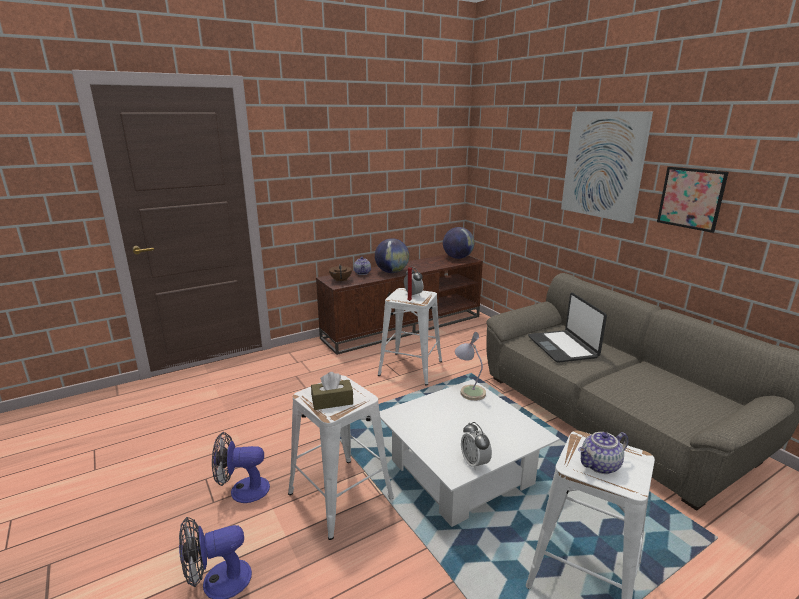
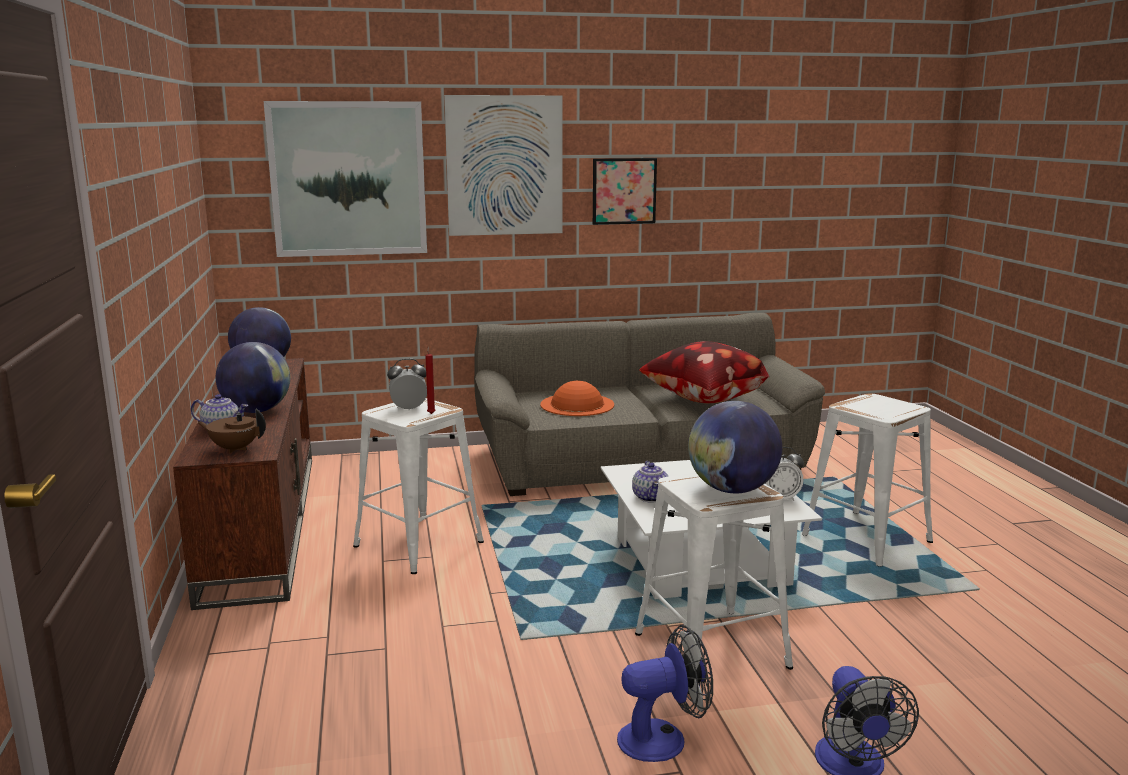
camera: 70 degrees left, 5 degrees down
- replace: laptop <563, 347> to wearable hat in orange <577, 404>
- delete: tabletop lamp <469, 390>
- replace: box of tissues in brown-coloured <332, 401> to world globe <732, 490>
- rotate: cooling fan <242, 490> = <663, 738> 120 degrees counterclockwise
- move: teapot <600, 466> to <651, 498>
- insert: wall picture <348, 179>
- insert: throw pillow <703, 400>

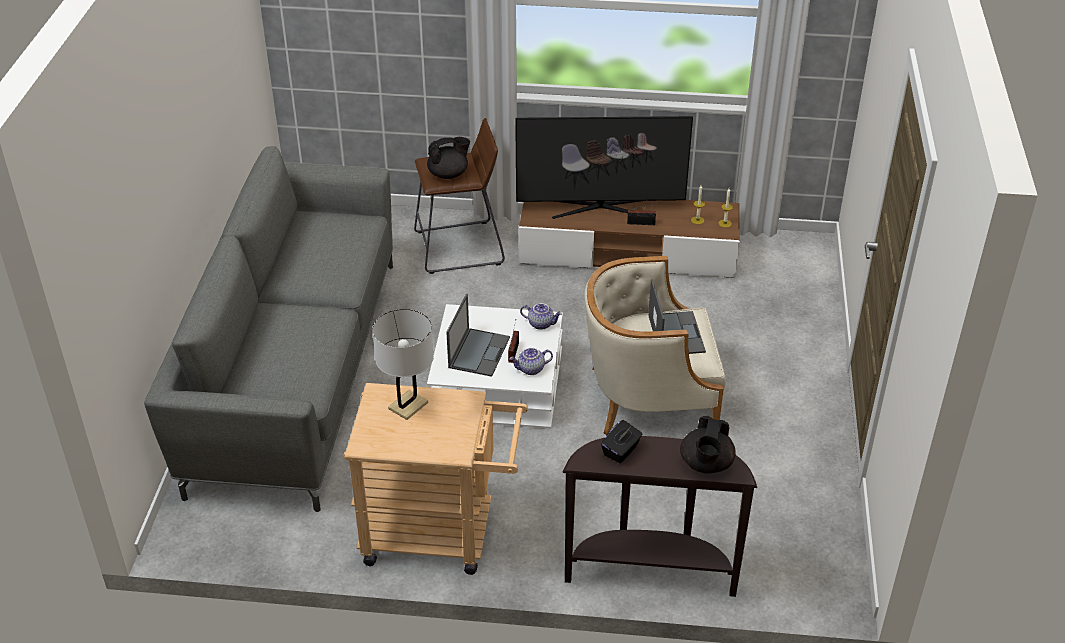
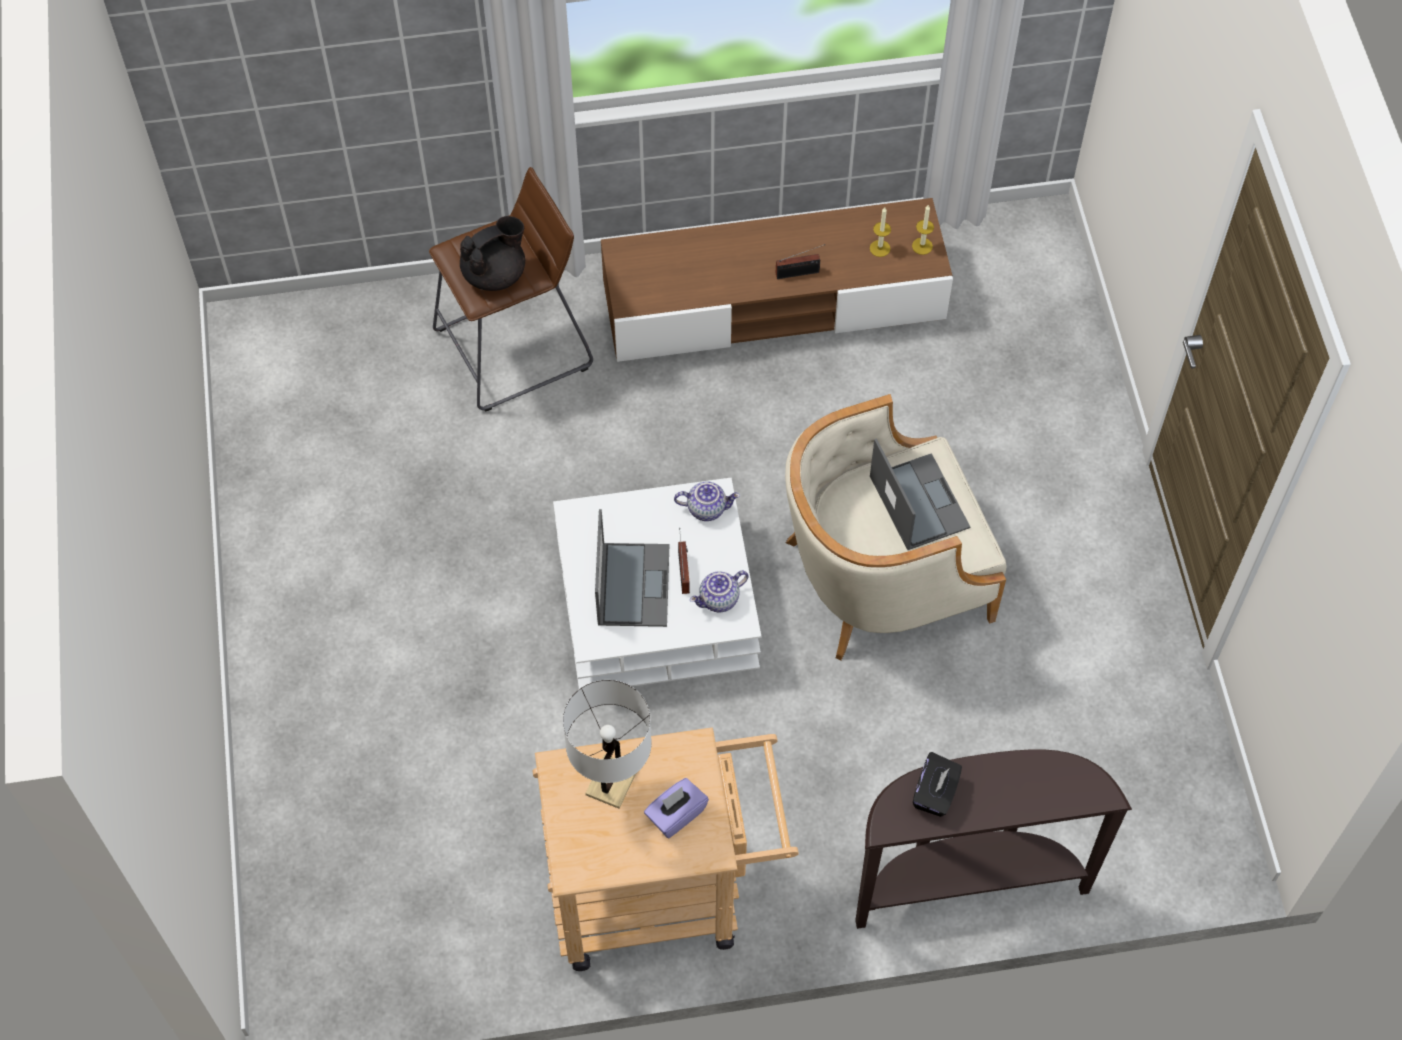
camera: 15 degrees left, 20 degrees up
- delete: TV set <600, 208>
- delete: settee in grey <294, 371>
- delete: teapot in black <706, 464>
- insert: box of tissues in purplish <676, 815>

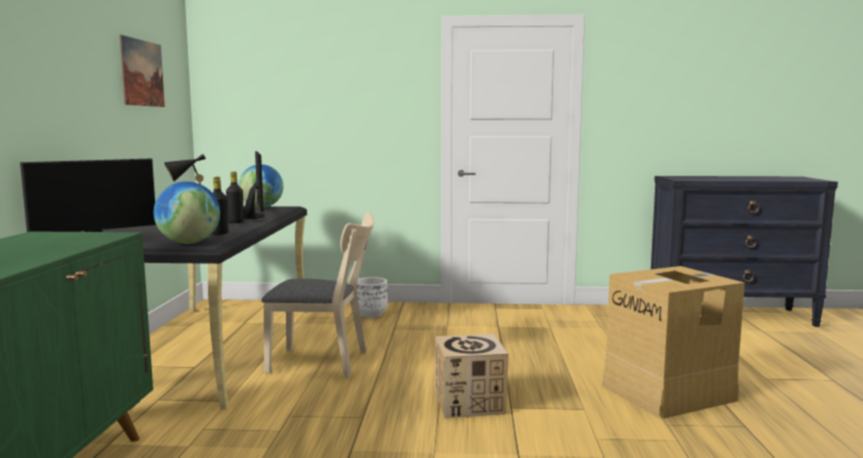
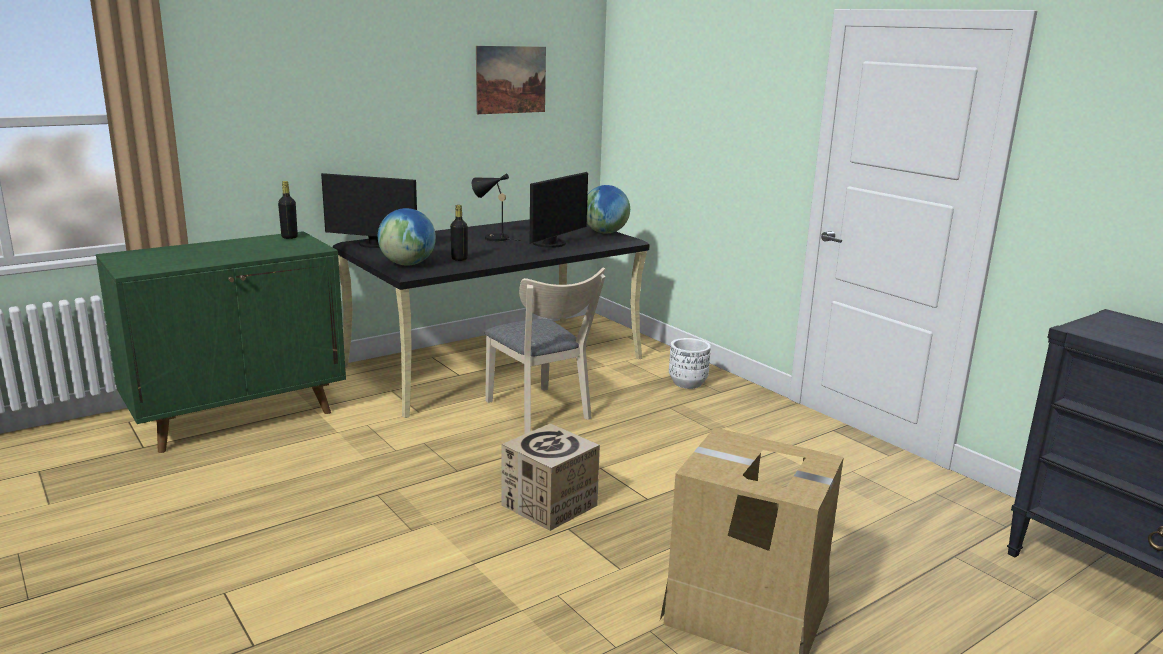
camera: 50 degrees right, 10 degrees up
- move: drink bottle in black <235, 222> to <289, 237>

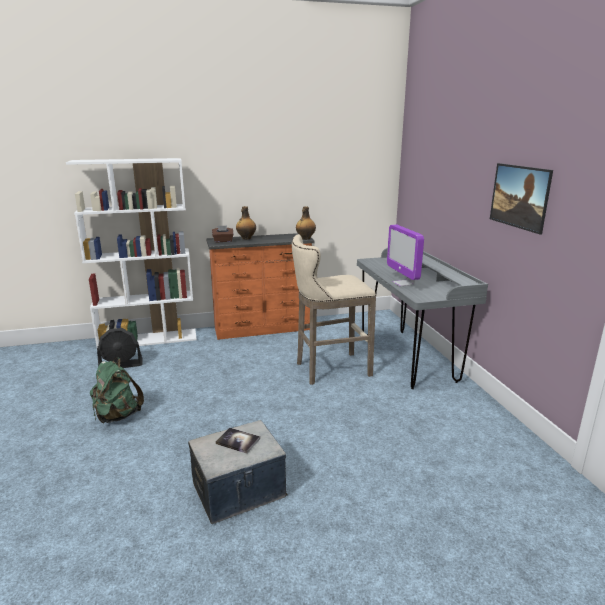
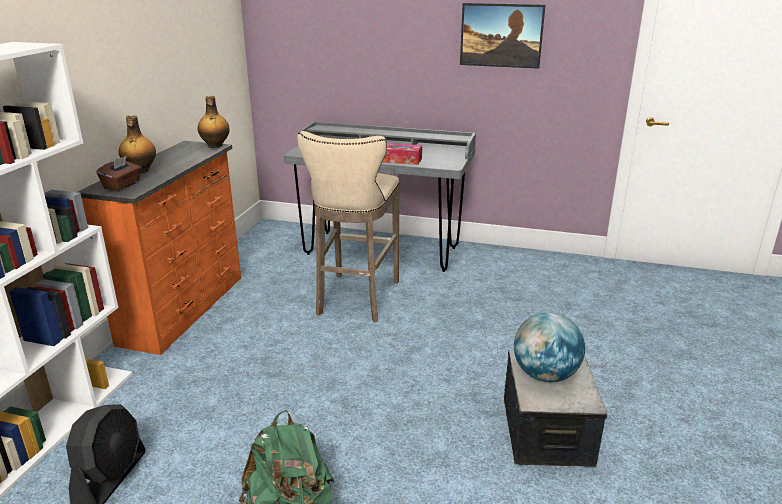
camera: 60 degrees left, 5 degrees up
- replace: monitor <403, 283> to box of tissues <400, 160>
- replace: volume <238, 441> to world globe <545, 375>

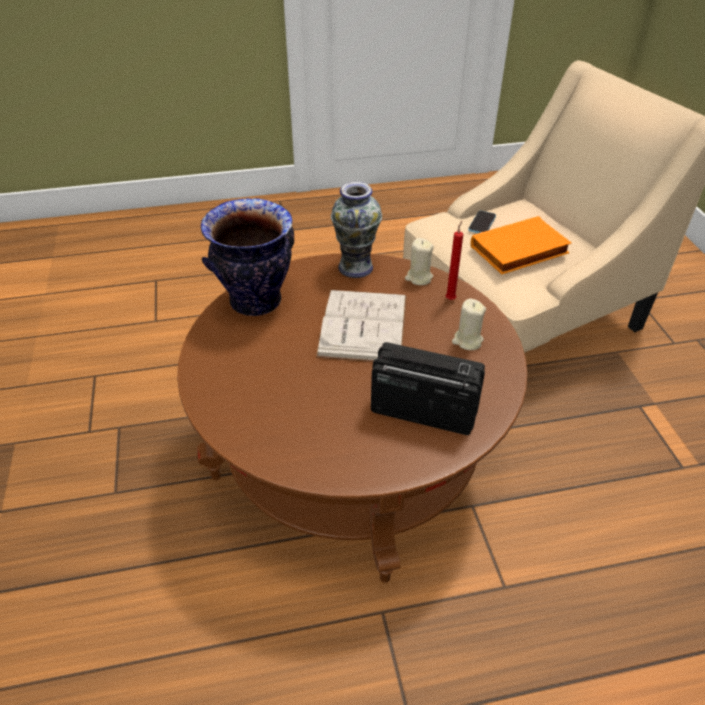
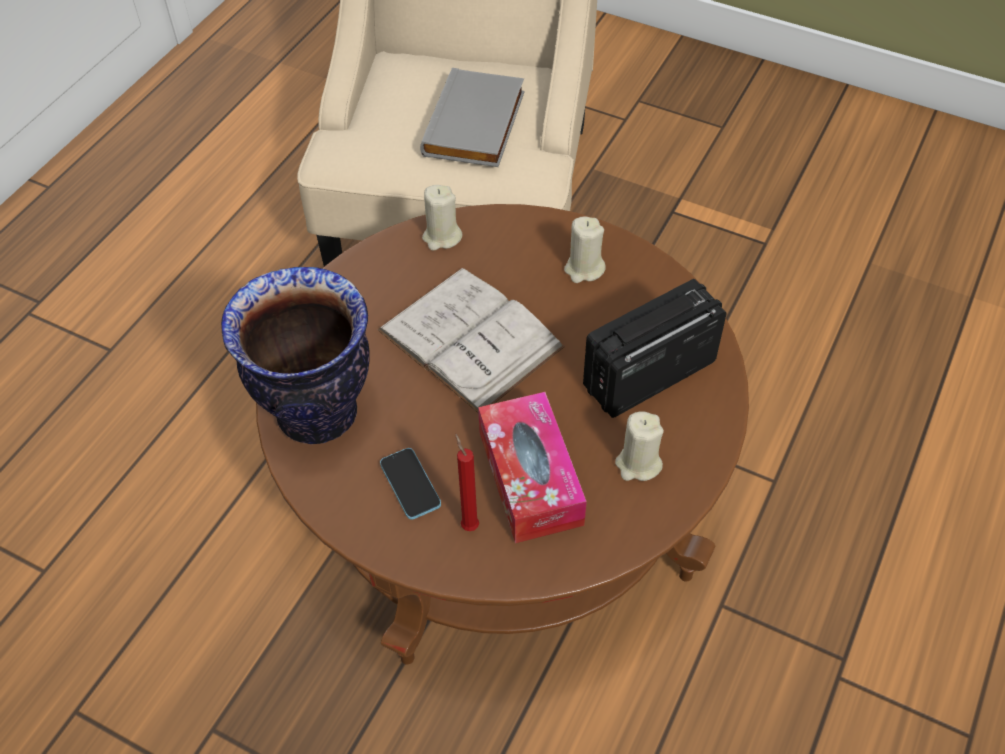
camera: 50 degrees left, 10 degrees up
- delete: decorative vase <355, 267>
- move: handset <482, 223> to <410, 484>
- recolor: volume in orange <520, 251> to volume in grey <477, 125>
- move: candle in red <450, 298> to <468, 524>
- insert: box of tissues <530, 478>
- insert: candle in sand-coloured <638, 464>

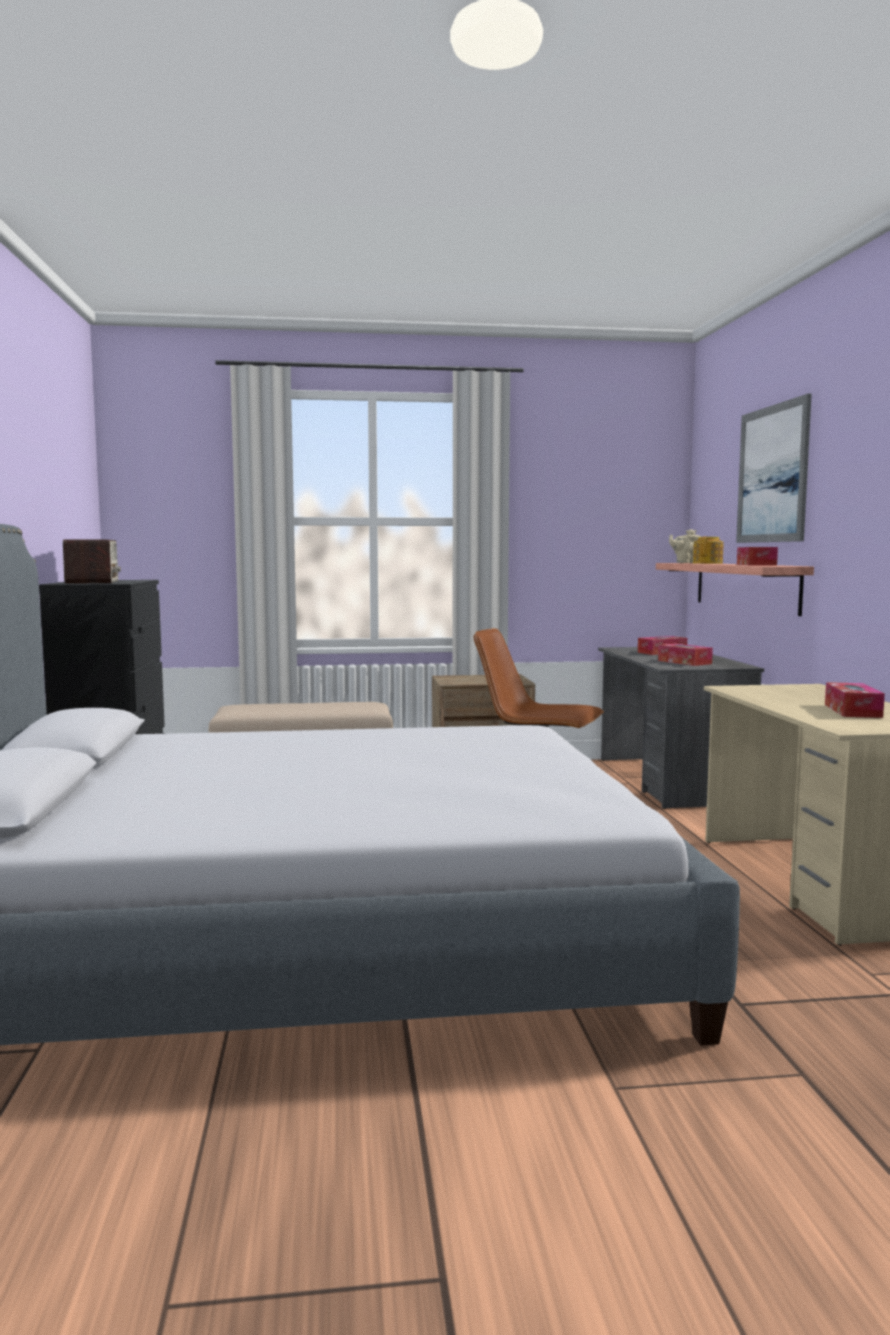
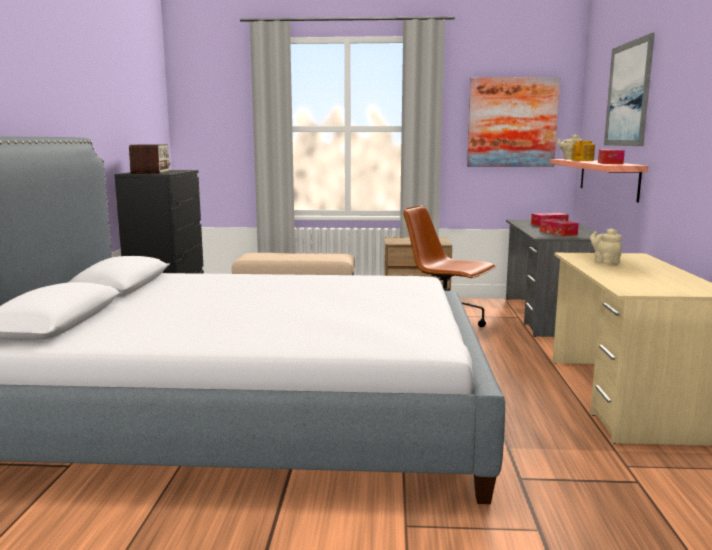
camera: 10 degrees right, 5 degrees up
- delete: box of tissues <852, 711>
- insert: wall picture <512, 122>
- insert: teapot in sand-coloured <604, 261>

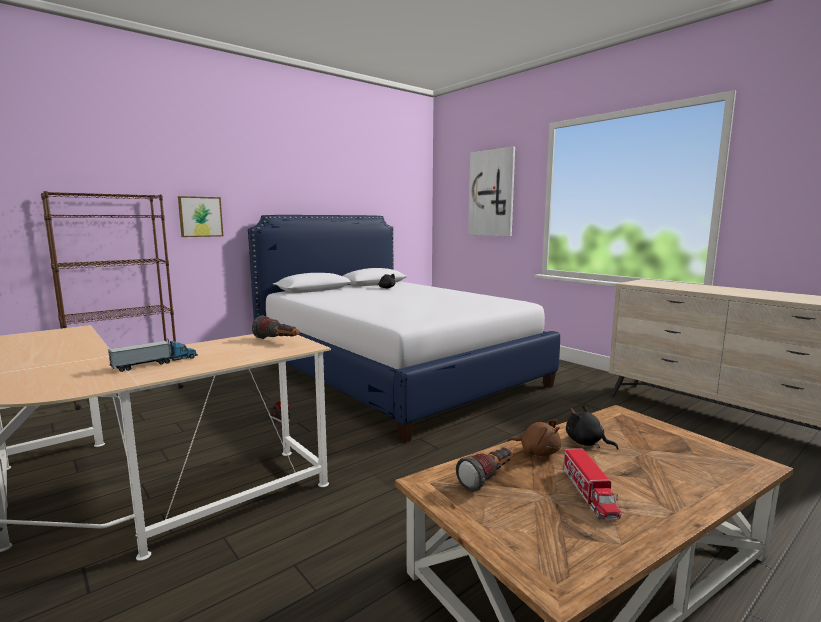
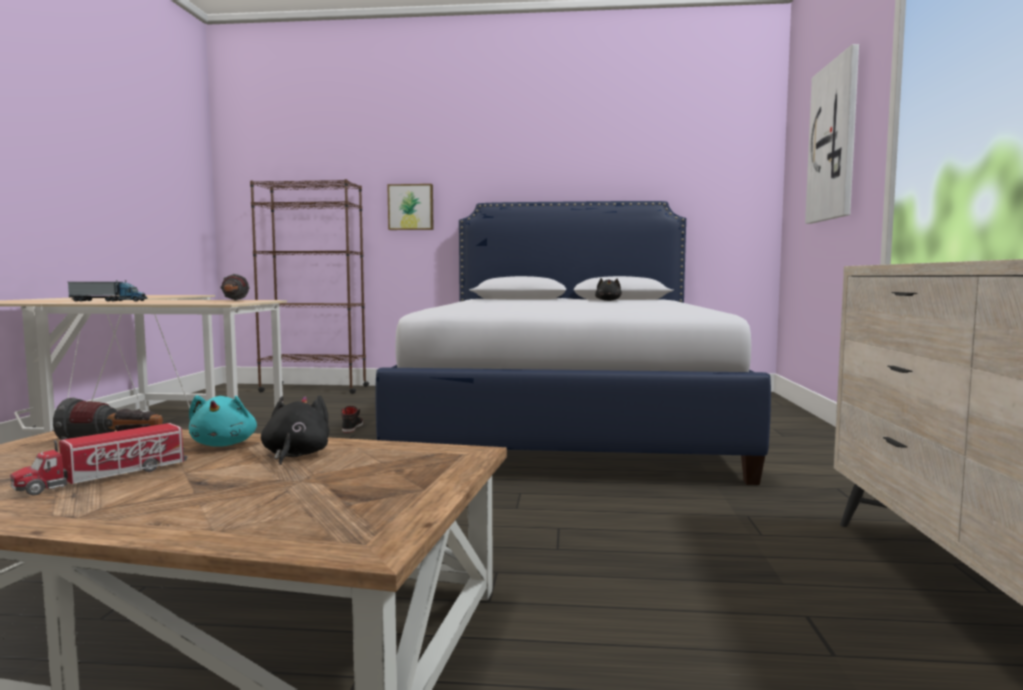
camera: 45 degrees right, 5 degrees down
- recolor: soft toy in brown-coloured <537, 452> to soft toy in turquoise <224, 444>

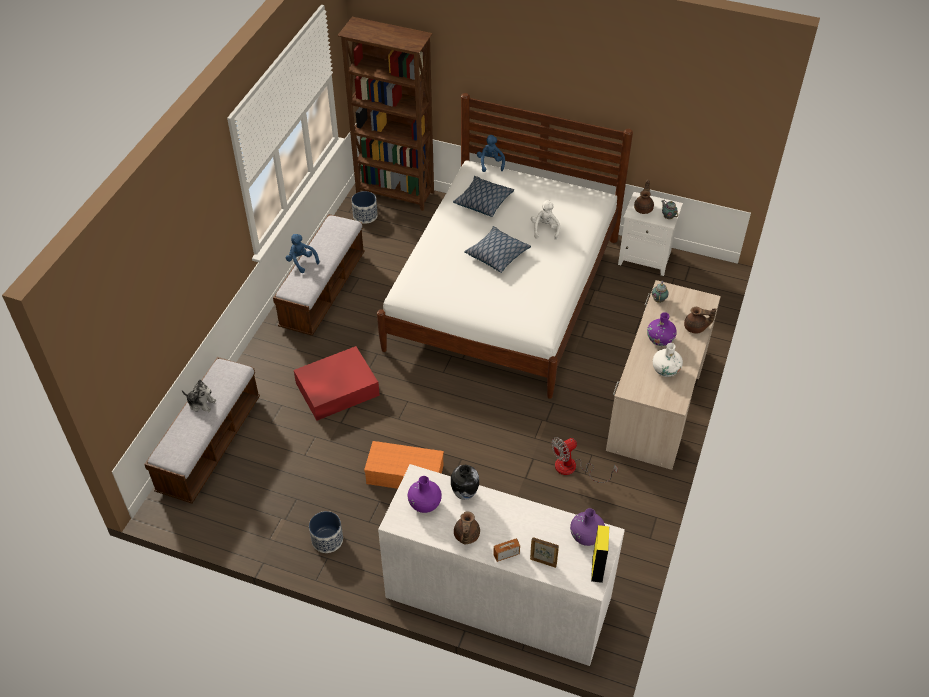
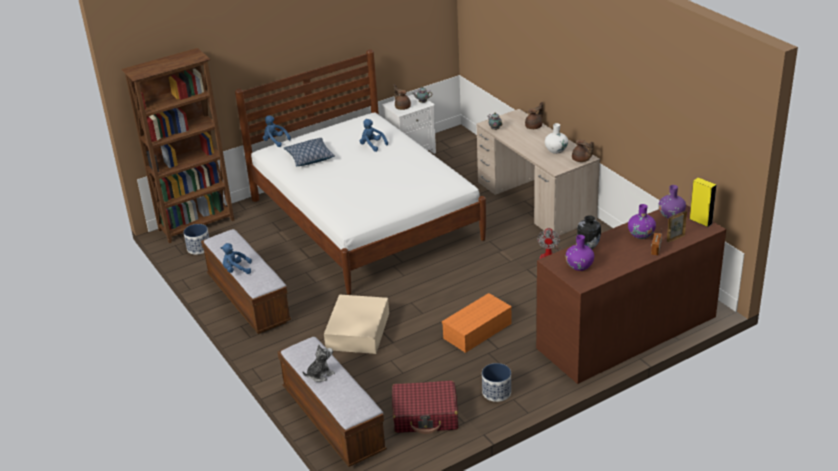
camera: 50 degrees left, 15 degrees down
- recolor: soft toy in white-coloured <545, 229> to soft toy in bluish <372, 145>
- delete: throw pillow <497, 254>
- move: decorative vase in purplish <660, 340> to <641, 235>
- recolor: storage container in red <336, 389> to storage container in sand-coloured <357, 332>
- recolor: chest of drawers in white-coloured <498, 597> to chest of drawers in brown-coloured <626, 332>
- move: teapot in brown-coloured <466, 536> to <581, 160>
- insert: travel case in red <425, 415>

